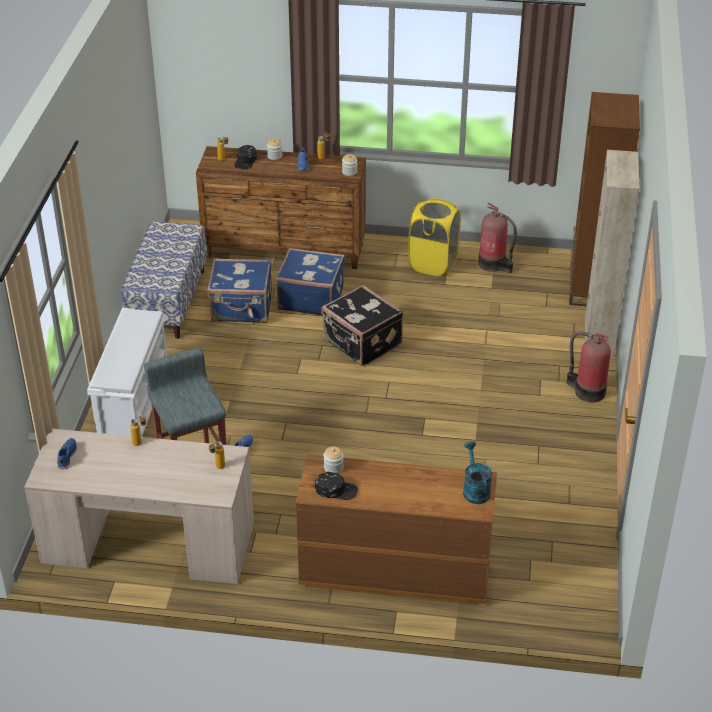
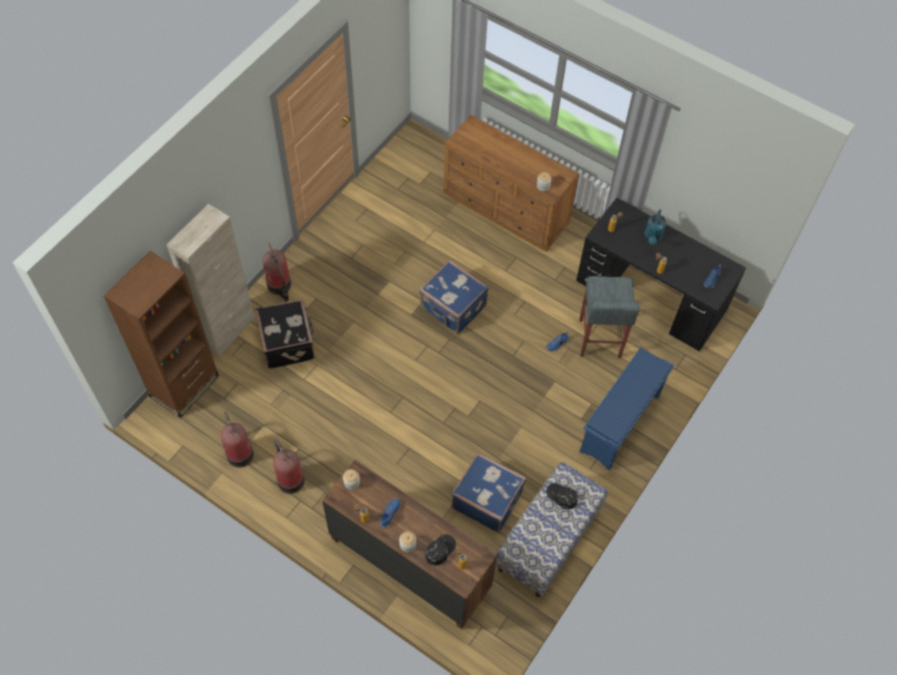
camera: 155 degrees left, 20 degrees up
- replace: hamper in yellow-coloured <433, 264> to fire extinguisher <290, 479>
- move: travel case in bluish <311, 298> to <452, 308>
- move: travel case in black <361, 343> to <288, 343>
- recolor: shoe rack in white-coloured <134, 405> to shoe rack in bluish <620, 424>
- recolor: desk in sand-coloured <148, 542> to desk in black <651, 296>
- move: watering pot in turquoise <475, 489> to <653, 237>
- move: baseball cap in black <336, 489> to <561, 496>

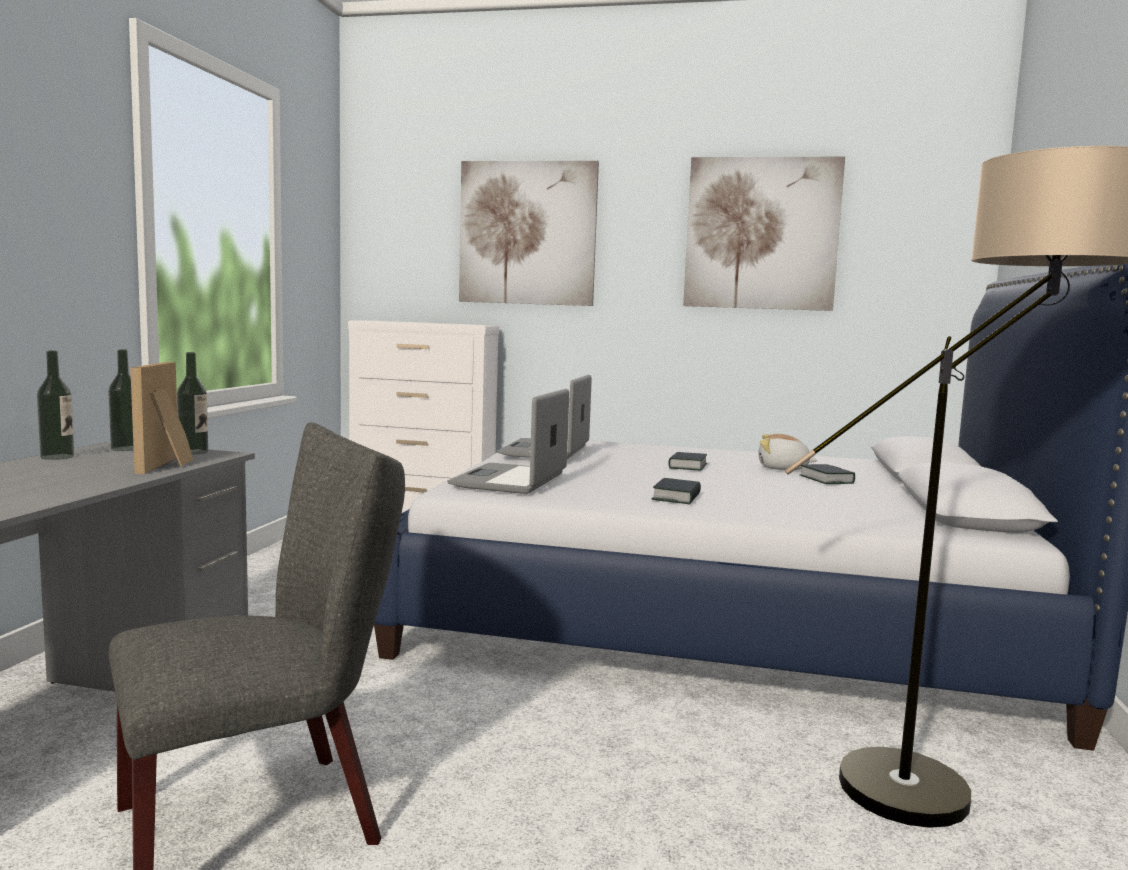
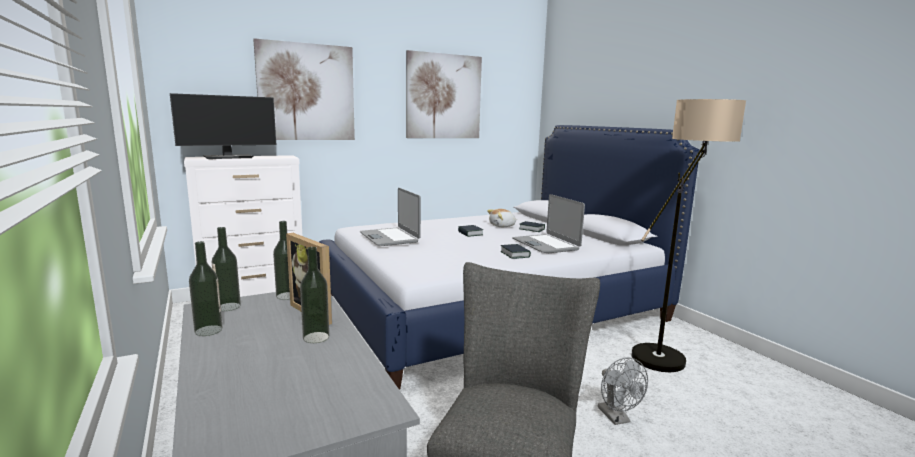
camera: 40 degrees left, 5 degrees up
- move: laptop <511, 480> to <546, 244>
- insert: monitor <229, 157>
- insert: drink bottle <316, 337>
- insert: cooling fan in grey <617, 418>

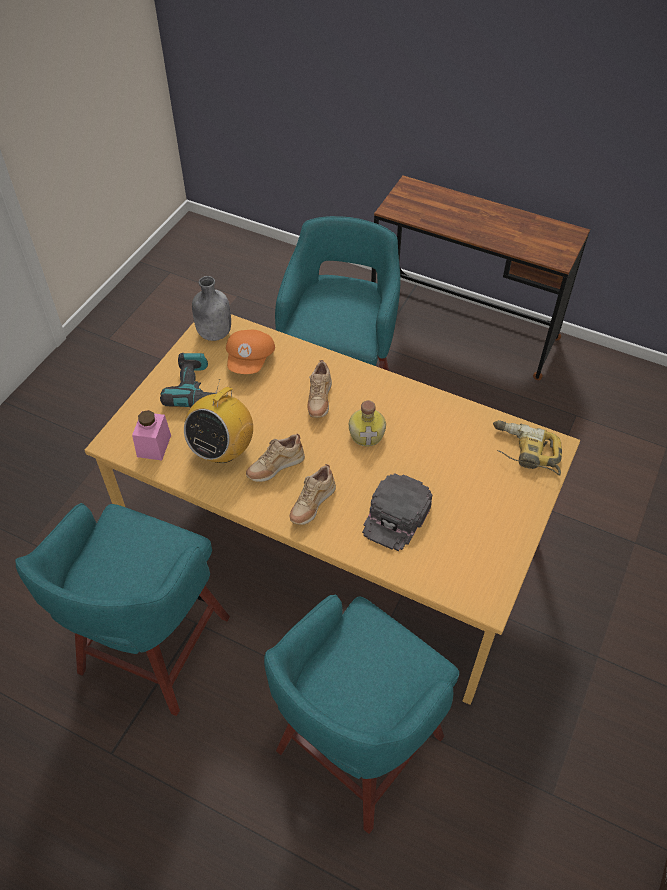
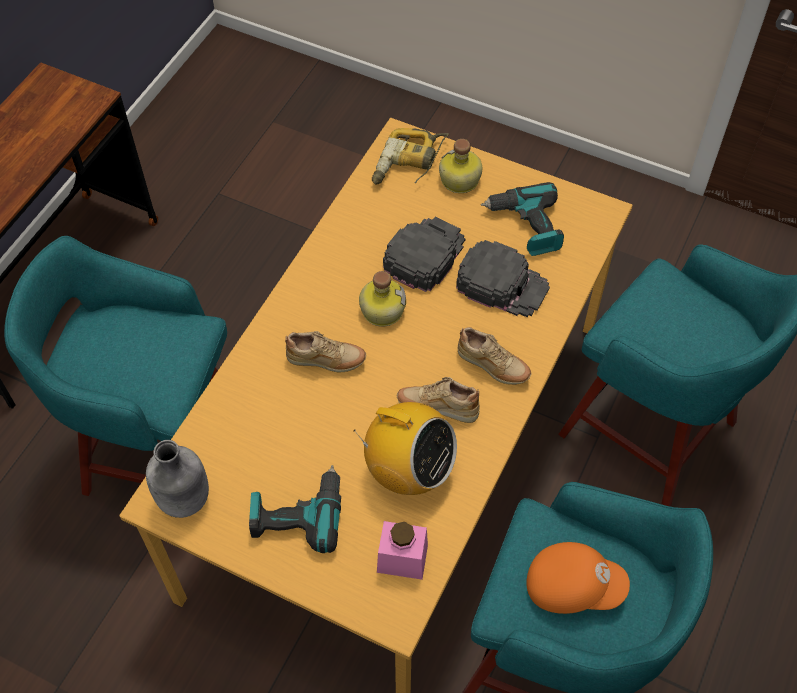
camera: 90 degrees left, 5 degrees up
- move: baseball cap in orange <251, 360> to <573, 585>
- rotate: item of footwear in sand-coloured <275, 468> = <437, 408> 135 degrees clockwise
- insert: drink bottle <459, 181>
- insert: power drill <526, 226>
- insert: baseball cap in black <424, 254>

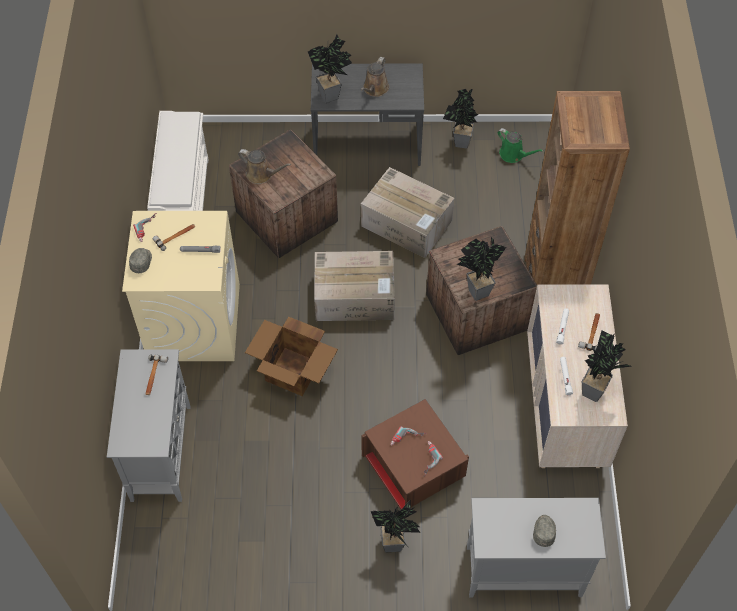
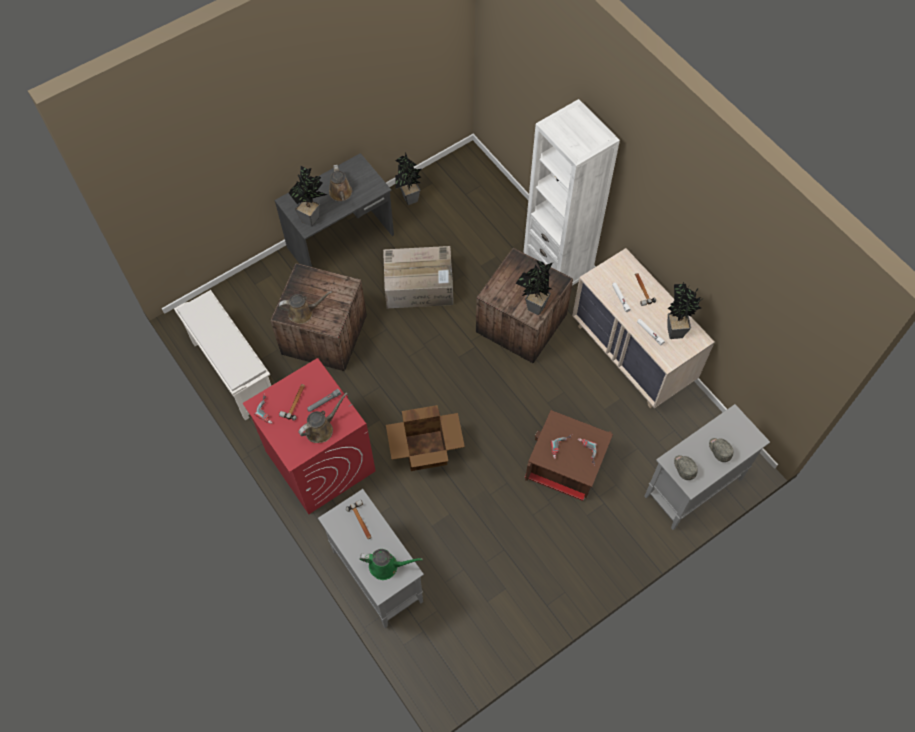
camera: 35 degrees left, 5 degrees up
- recolor: bookcase in brown-coloured <553, 283> to bookcase in white-coloured <557, 268>
- move: watering pot in greenish <513, 155> to <386, 566>
- recolor: laundry machine in sand-coloured <194, 321> to laundry machine in red <319, 460>
- move: baseball cap in grey <142, 262> to <684, 468>
- delete: carton <355, 296>
- delete: potted plant <396, 546>
- insert: watering pot in brown-coloured <321, 428>

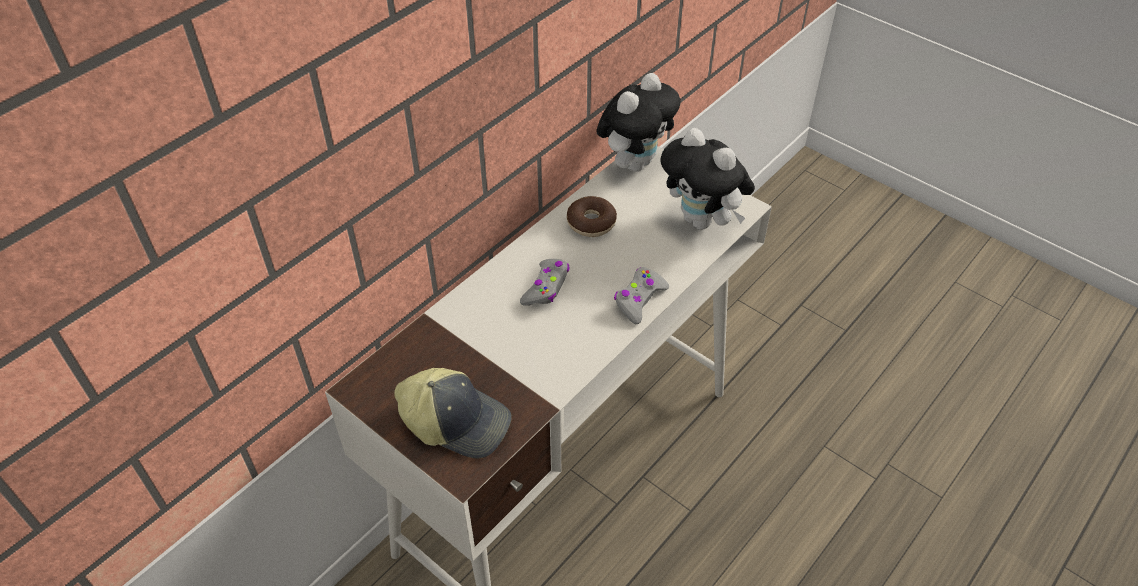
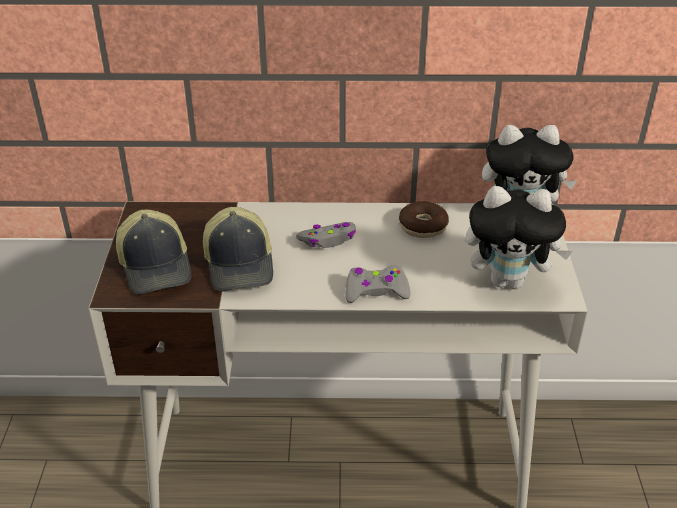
camera: 50 degrees right, 10 degrees down
- rotate: soft toy <702, 221> = <509, 281> 90 degrees counterclockwise
- insert: baseball cap <241, 264>

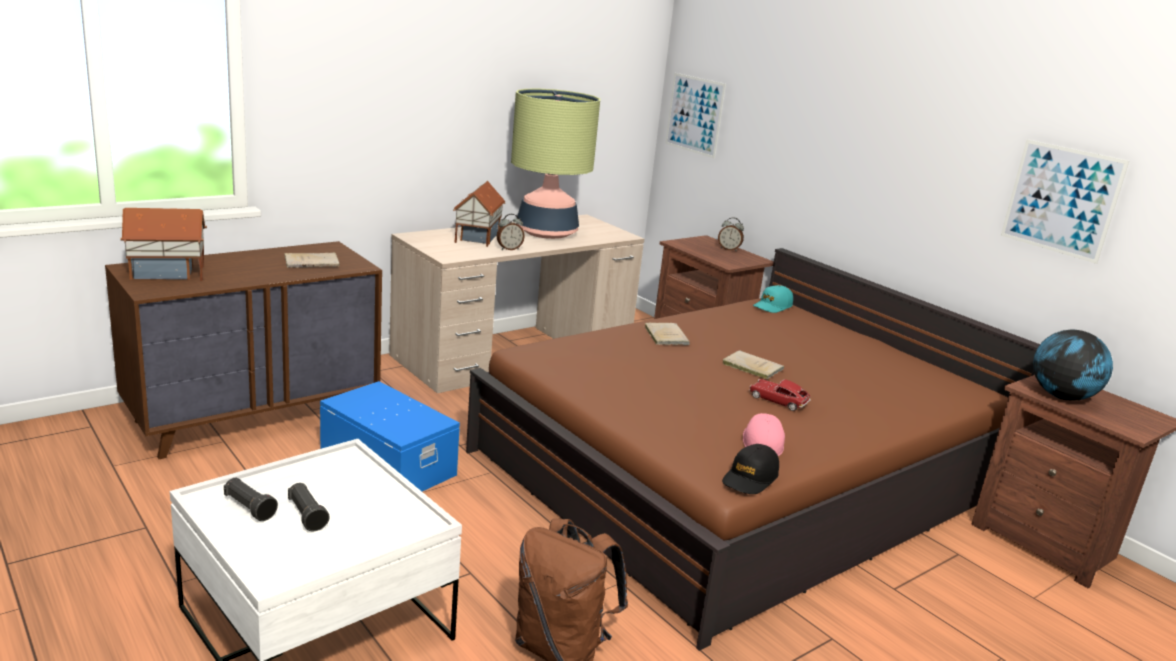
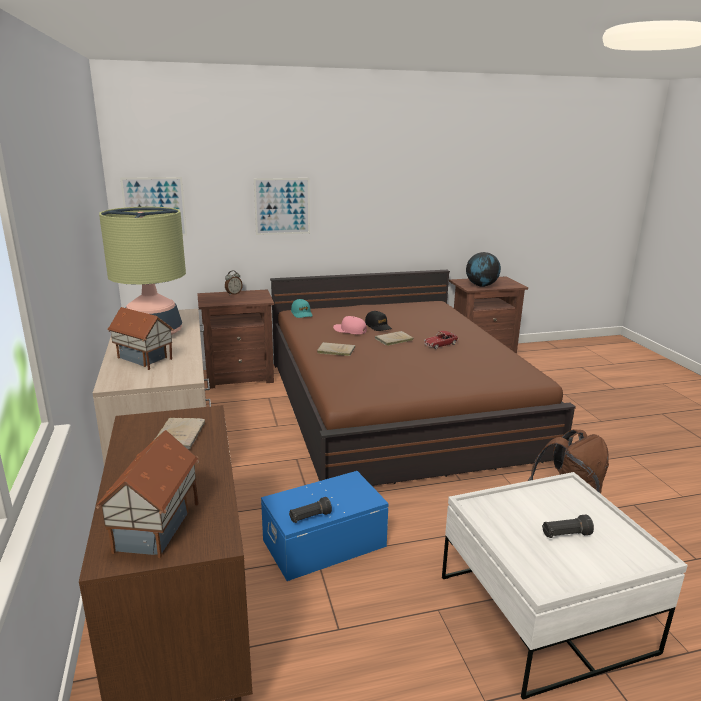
camera: 65 degrees left, 0 degrees up
- move: wall picture <1061, 200> to <282, 206>
- delete: table clock <509, 249>
- move: baseball cap in pink <762, 442> to <350, 330>
- move: baseball cap in black <750, 478> to <378, 326>
- move: flashlight in black <249, 508> to <310, 517>

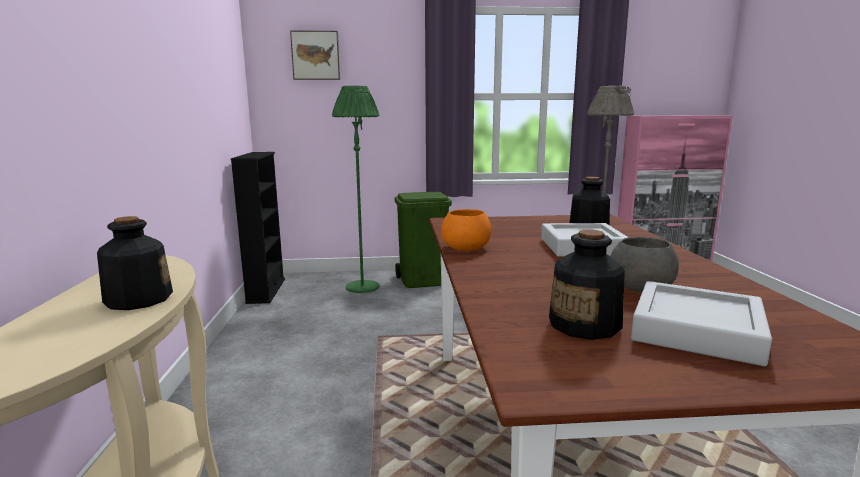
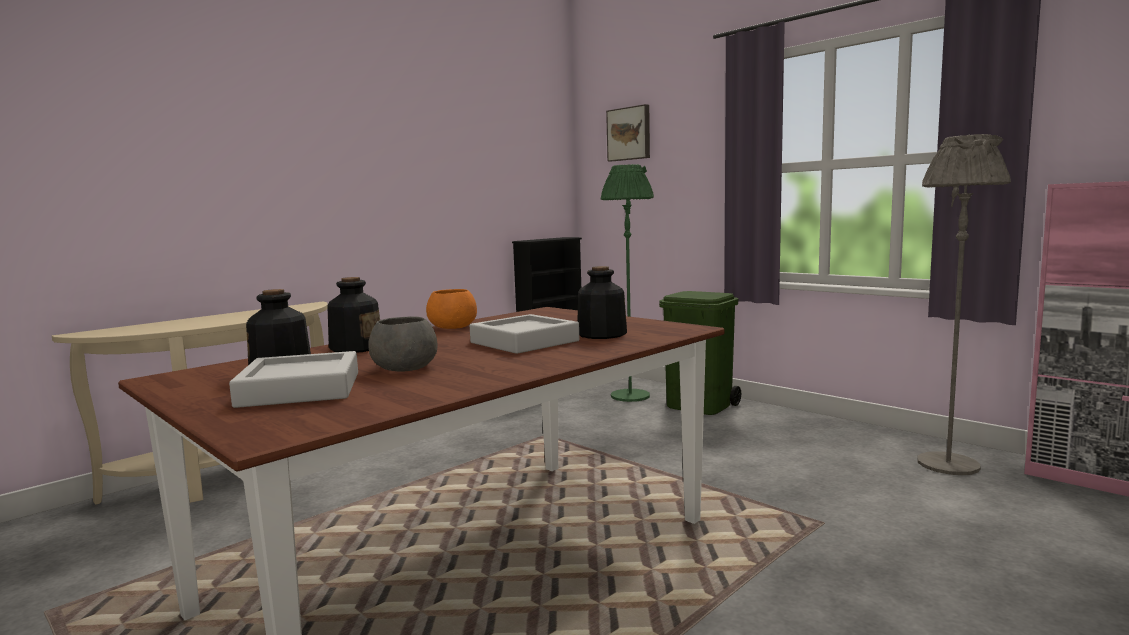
camera: 50 degrees right, 5 degrees down
- move: drink bottle <138, 299> to <356, 348>

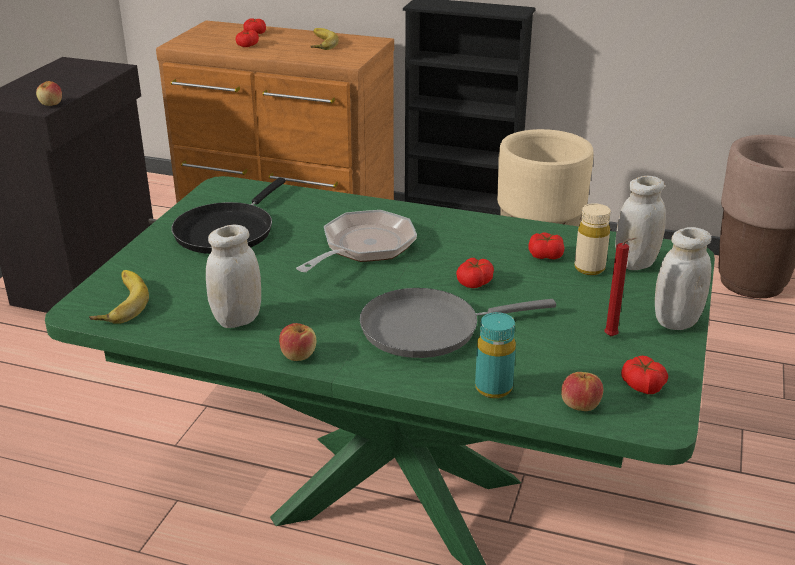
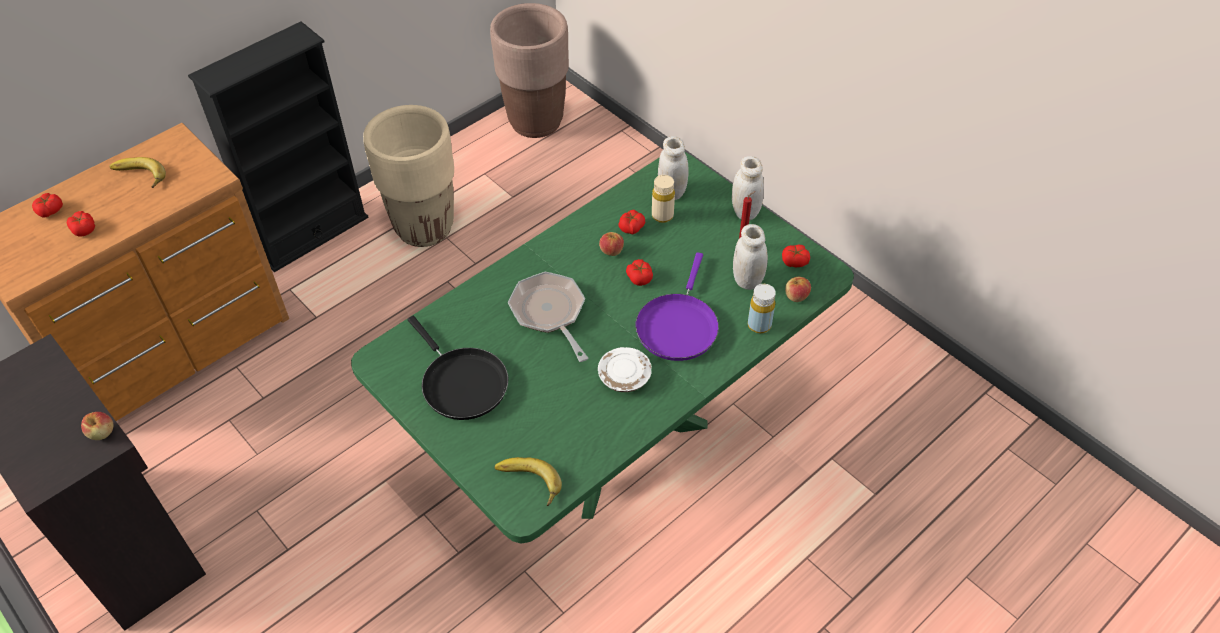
camera: 60 degrees left, 20 degrees up
- move: preserve jar in white-coloured <237, 319> to <747, 280>
- recolor: pan in grey <428, 328> to pan in purplish <678, 325>
- recolor: drink bottle in turquoise <493, 388> to drink bottle in yellow-coloured <759, 325>
- move: apple <298, 355> to <611, 251>
- insert: dinner plate in white-coloured <625, 376>

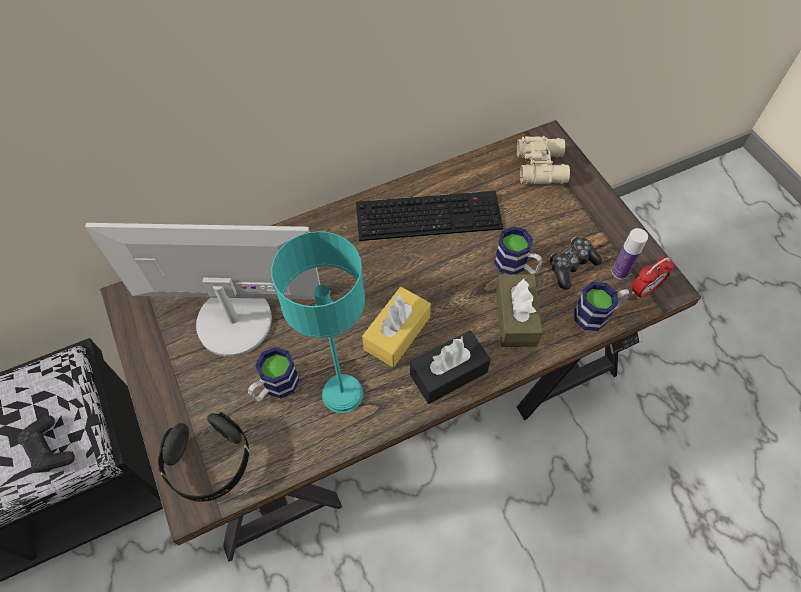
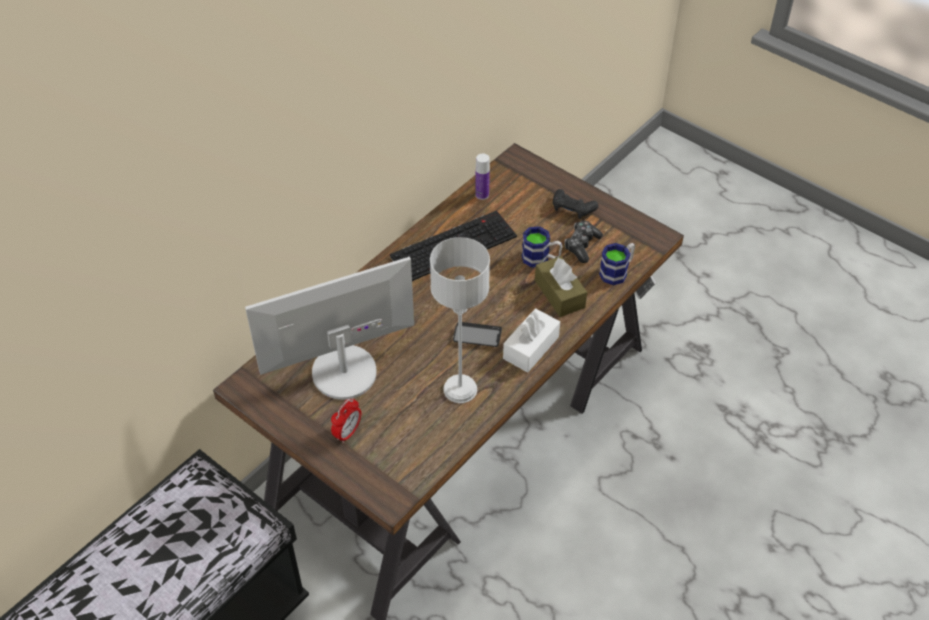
camera: 25 degrees left, 10 degrees down
- delete: binoculars in sand-coloured <542, 166>
- move: drink bottle <620, 272> to <482, 195>
- recolor: tabletop lamp in turquoise <342, 393> to tabletop lamp in grey <459, 389>
- move: table clock <644, 290> to <347, 433>
- replace: box of tissues in yellow-coloured <397, 333> to handset <477, 335>
- recolor: box of tissues in black <448, 373> to box of tissues in white-coloured <531, 348>
- delete: tea mug <275, 387>
- delete: pair of headphones in black <209, 463>
- move: game controller in black <49, 448> to <572, 209>

